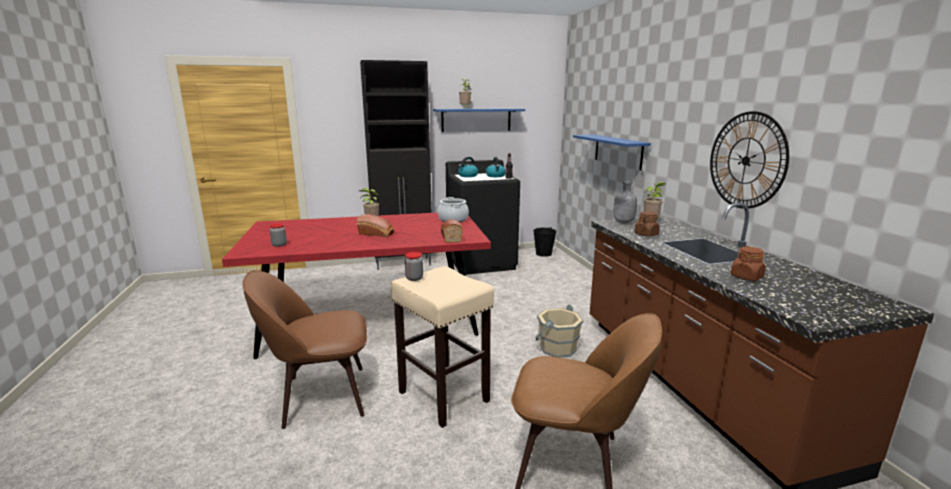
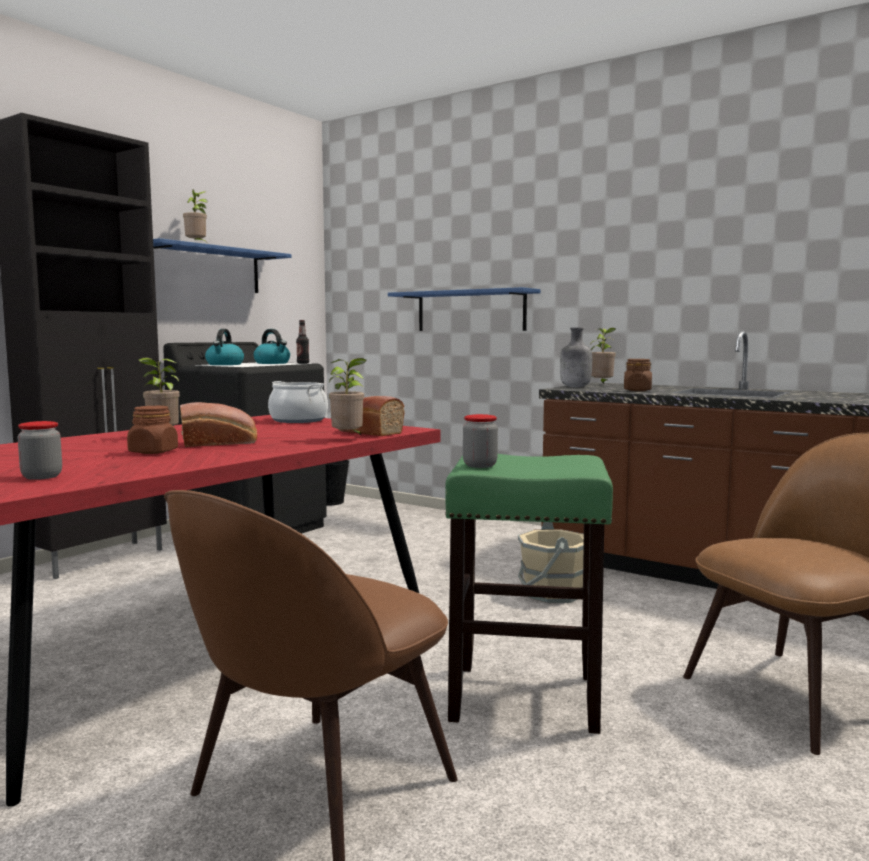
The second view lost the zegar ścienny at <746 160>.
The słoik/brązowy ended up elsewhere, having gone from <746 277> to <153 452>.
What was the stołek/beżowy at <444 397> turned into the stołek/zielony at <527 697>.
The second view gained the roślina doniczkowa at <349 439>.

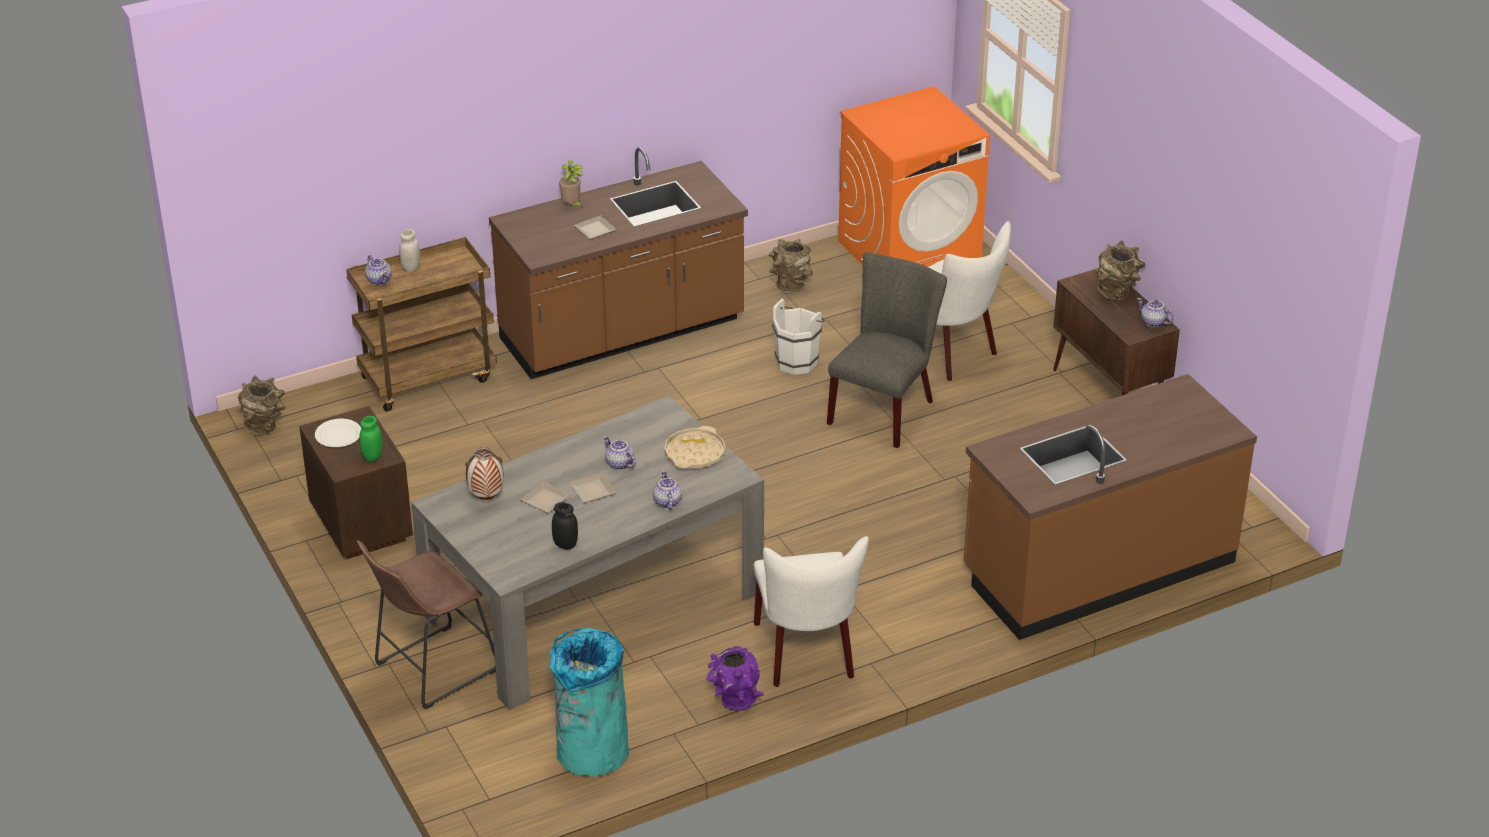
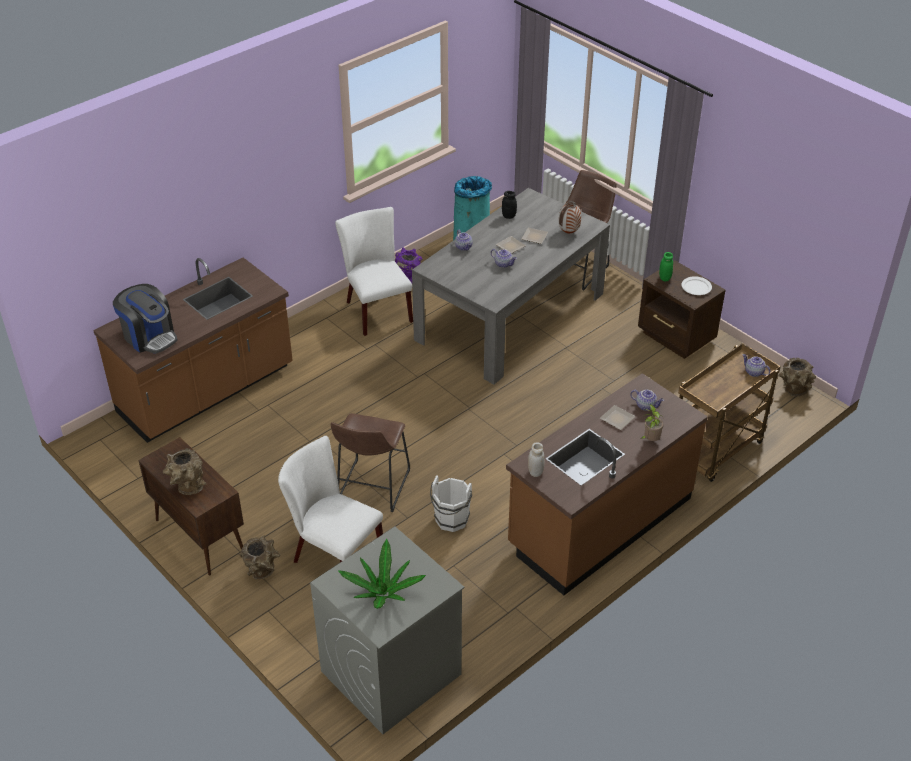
What was the pralka/pomarańczowy at <909 251> turned into the pralka/szary at <390 673>.
The słoik/biały ended up elsewhere, having gone from <411 268> to <535 472>.
The wazon/brązowy ended up elsewhere, having gone from <790 285> to <262 572>.
Where the krzesło/szary stood at <885 409>, the stołek/brązowy came to stand at <371 488>.
The imbryk ended up elsewhere, having gone from <1152 322> to <646 405>.
The second view lost the taca/beżowy at <694 453>.
The second view gained the ekspres do kawy at <149 336>.
The second view gained the roślina doniczkowa at <383 592>.

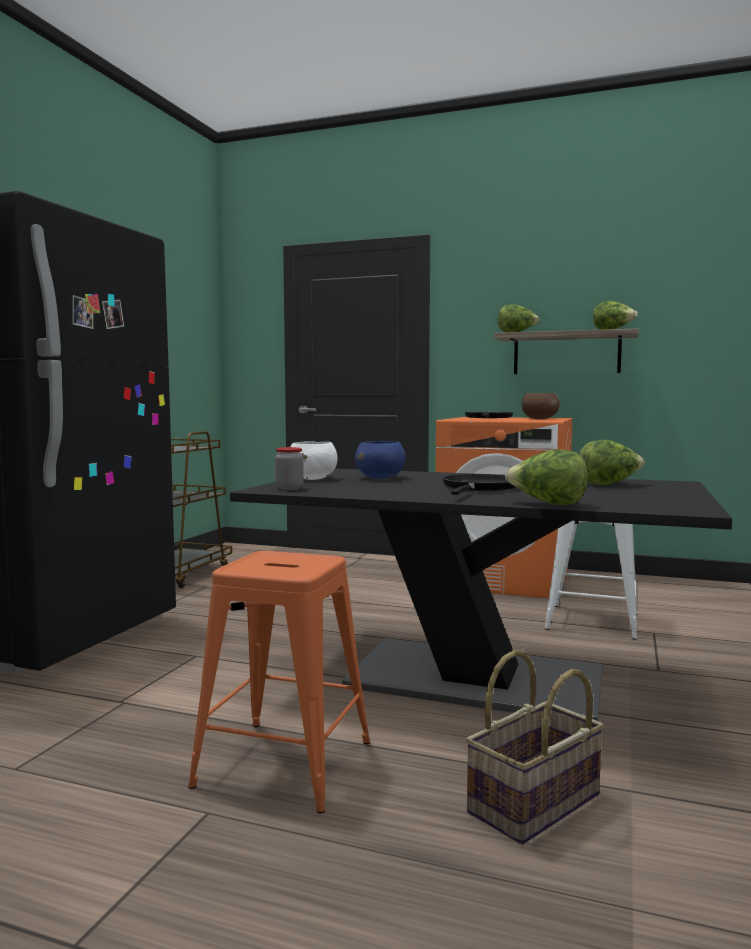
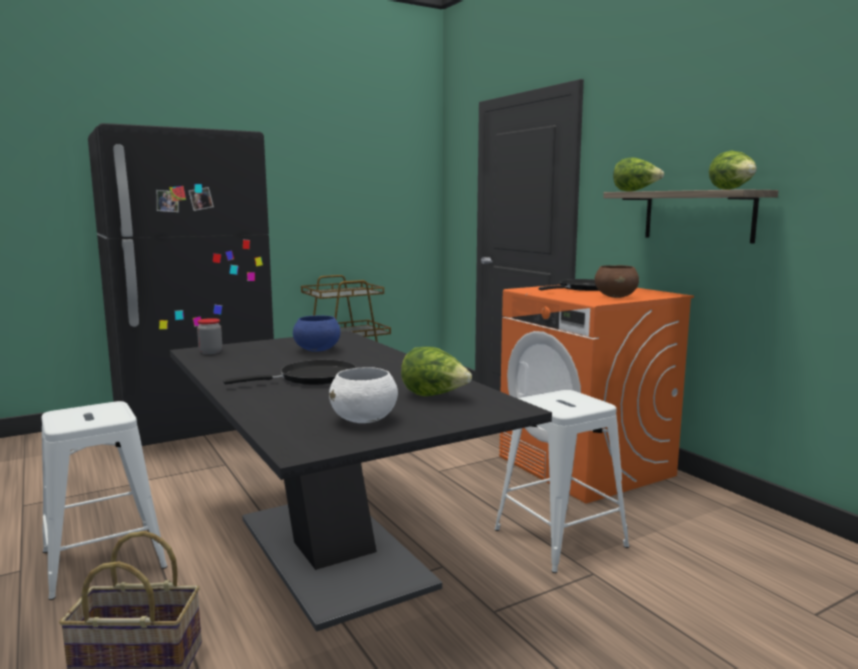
The miska/biały ended up elsewhere, having gone from <313 479> to <364 420>.
The second view lost the sałata at <548 504>.
What was the stołek/pomarańczowy at <285 763> turned into the stołek/biały at <104 559>.

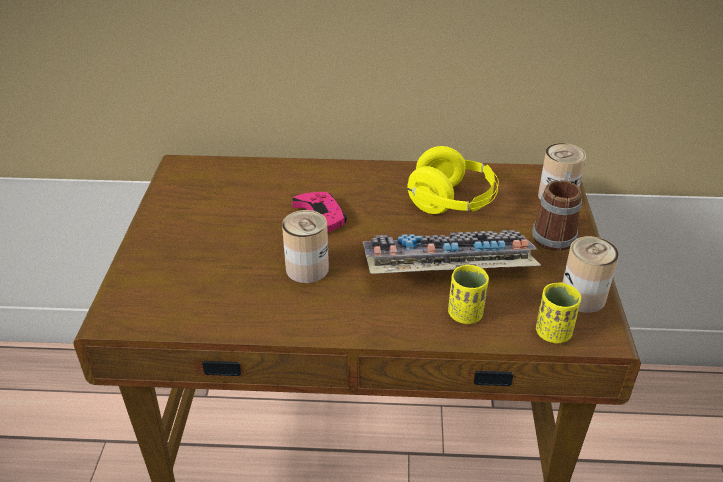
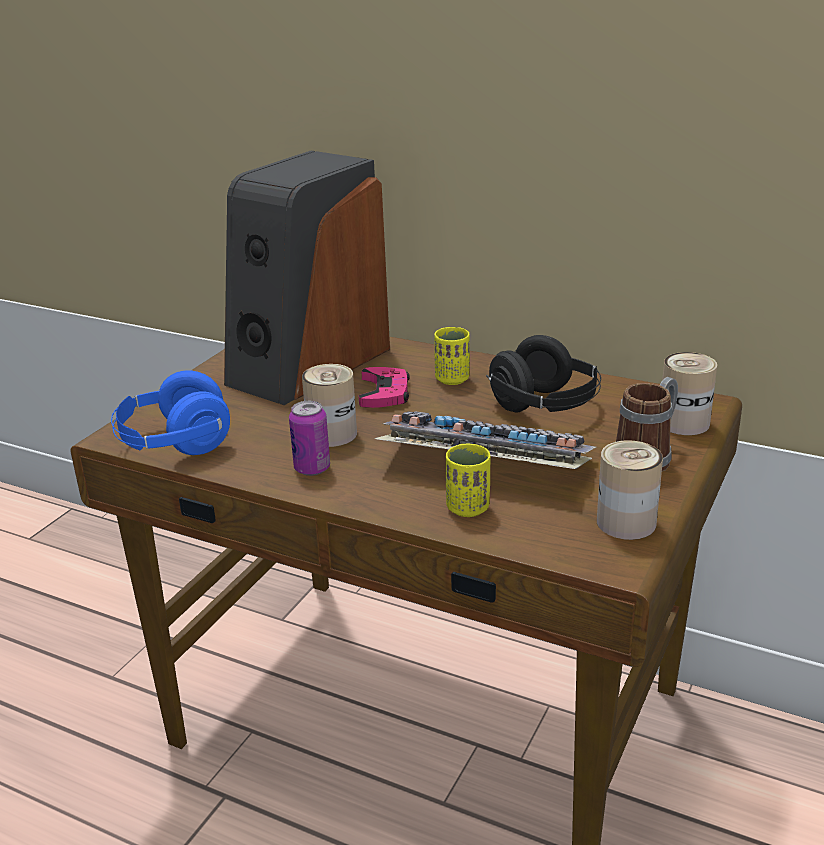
What was the słuchawki/żółty at <452 203> turned into the słuchawki/czarny at <545 407>.
The filiżanka/żółty ended up elsewhere, having gone from <553 333> to <452 379>.
The second view gained the głośnik at <308 365>.
The second view gained the słuchawki/niebieski at <174 444>.
The second view gained the puszka at <312 468>.

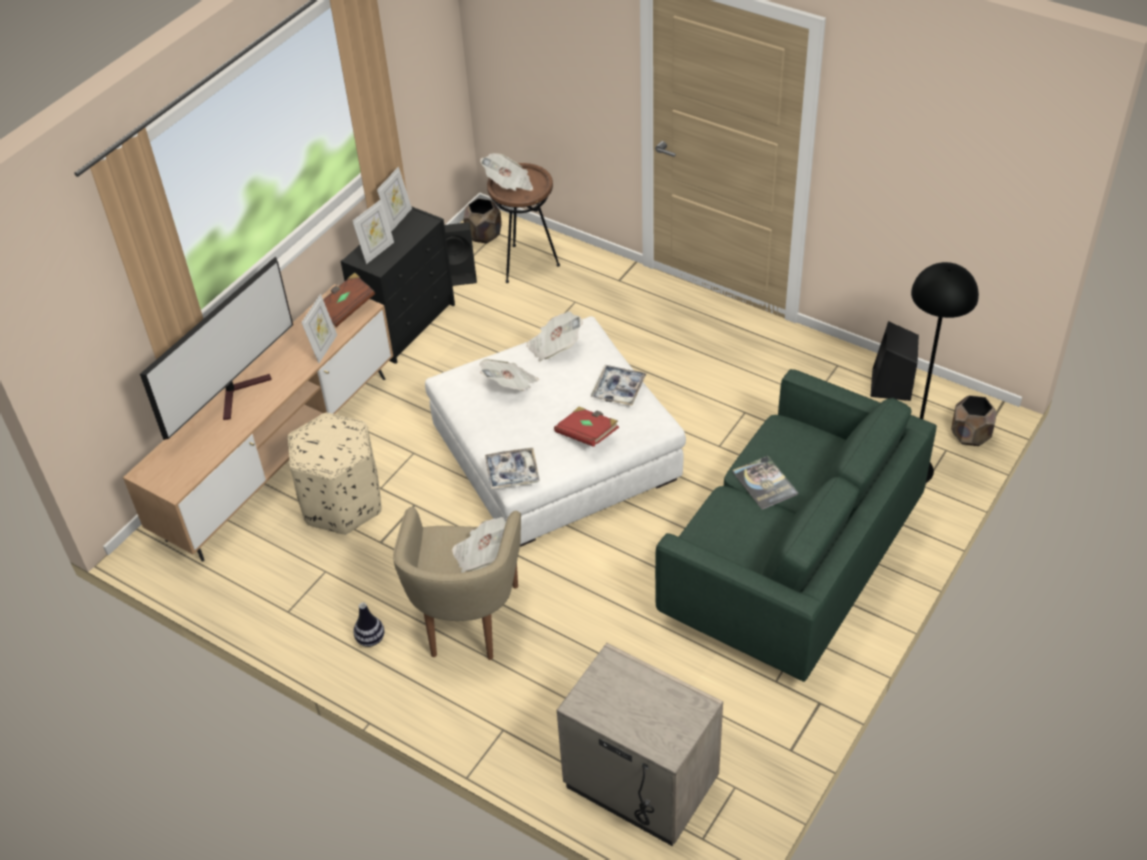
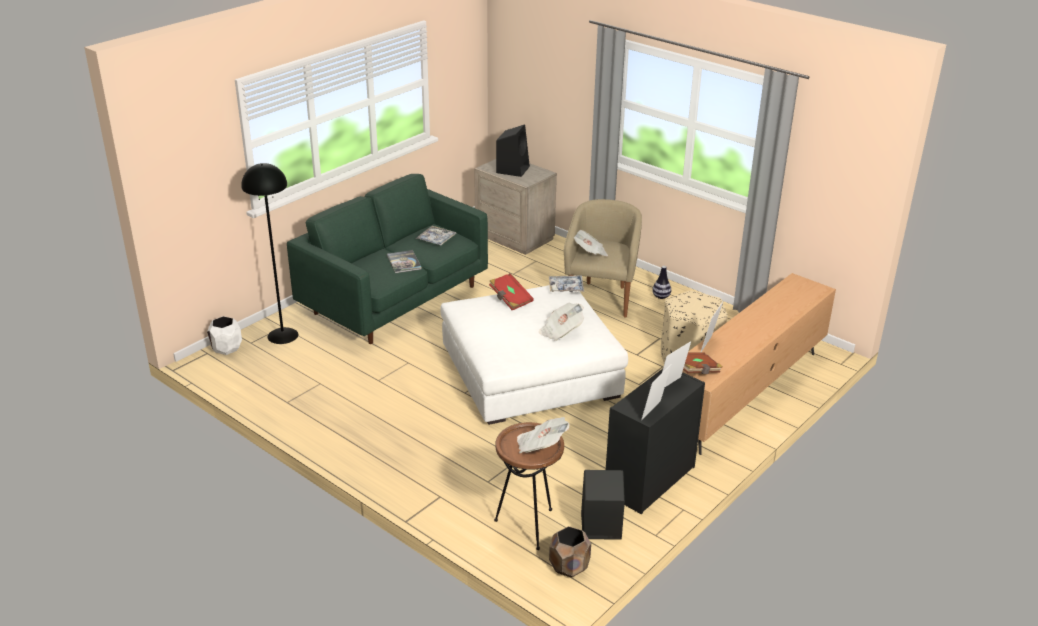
The second view lost the telewizor at <240 392>.
The second view lost the gazeta at <554 347>.
The głośnik/czarny ended up elsewhere, having gone from <891 385> to <513 169>.
The taca ended up elsewhere, having gone from <618 389> to <436 239>.
What was the donica/brązowy at <970 435> turned into the donica/biały at <226 348>.

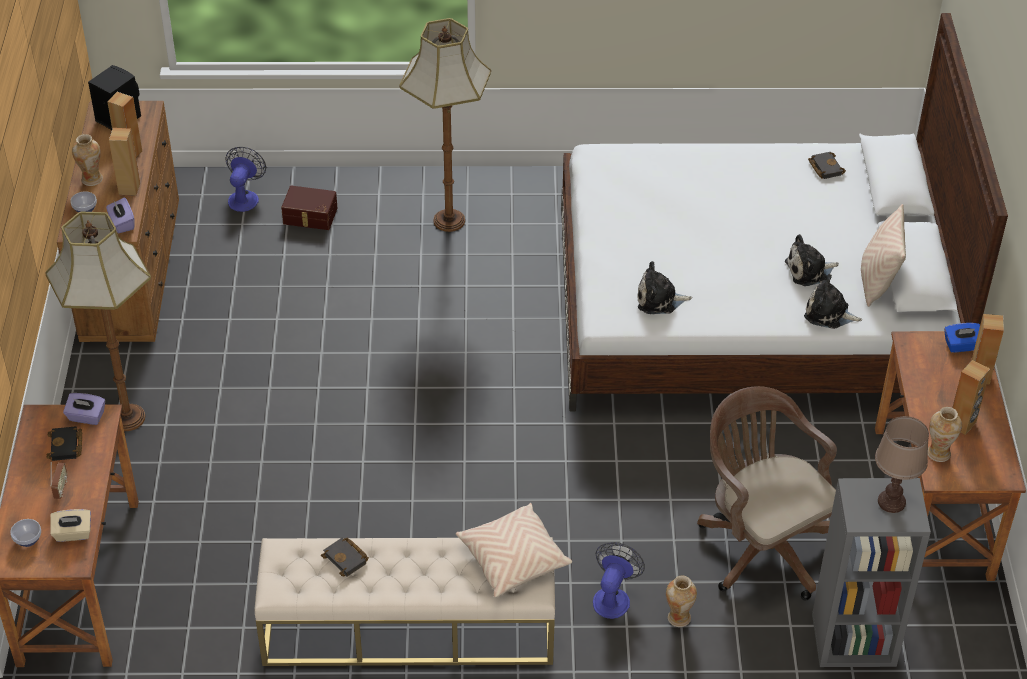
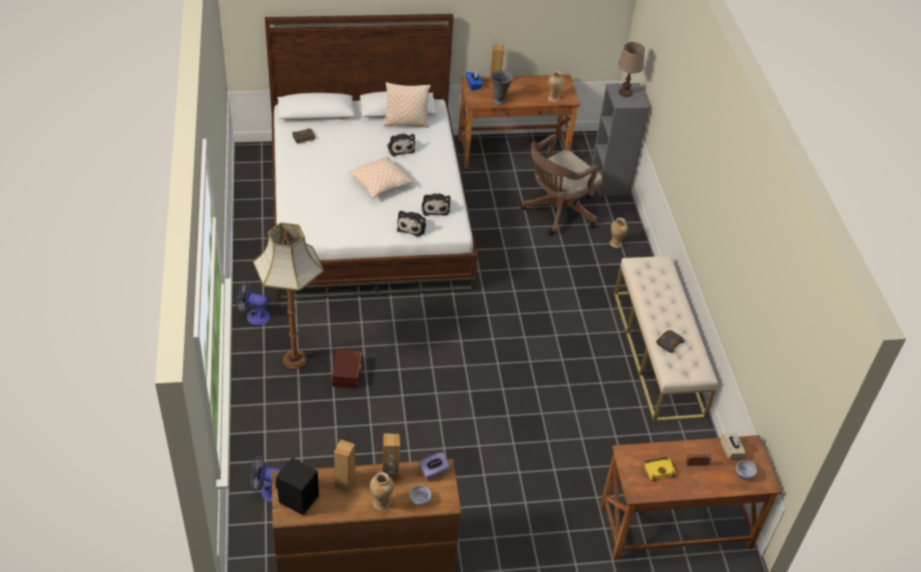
The pojemnik do przechowywania/brązowy ended up elsewhere, having gone from <310 216> to <348 373>.
The second view lost the lampa stojąca at <126 418>.
The pluszak ended up elsewhere, having gone from <829 313> to <412 226>.
The second view lost the głośnik/brązowy at <962 424>.
The second view lost the pudełko chusteczek/fioletowy at <86 417>.
What was the książka/czarny at <66 447> turned into the książka/żółty at <659 469>.
The poduszka/beżowy ended up elsewhere, having gone from <512 559> to <380 184>.
The wentylator ended up elsewhere, having gone from <613 597> to <254 316>.
The second view gained the wazon/szary at <499 101>.

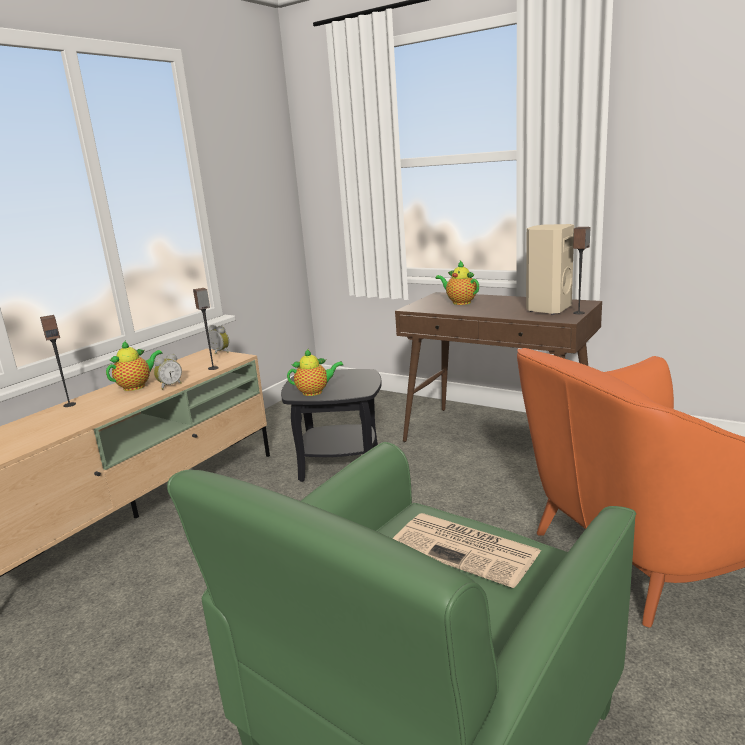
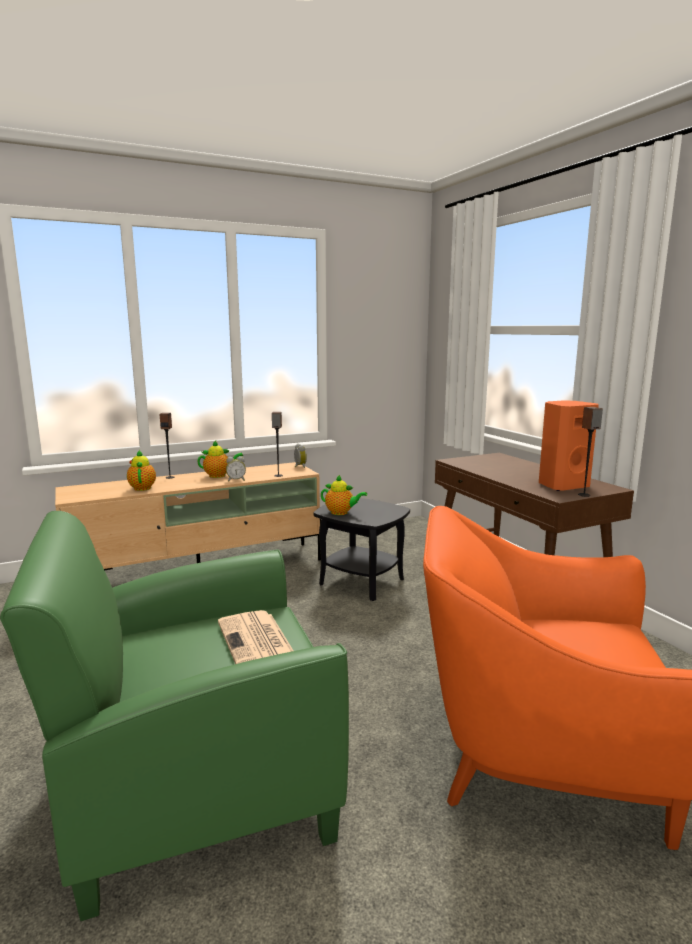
What was the głośnik/beżowy at <547 309> turned into the głośnik/pomarańczowy at <562 486>.
The imbryk ended up elsewhere, having gone from <459 302> to <142 488>.

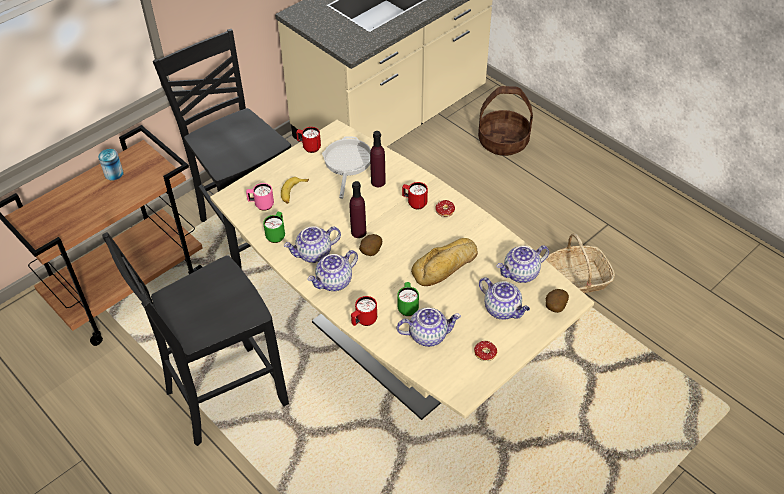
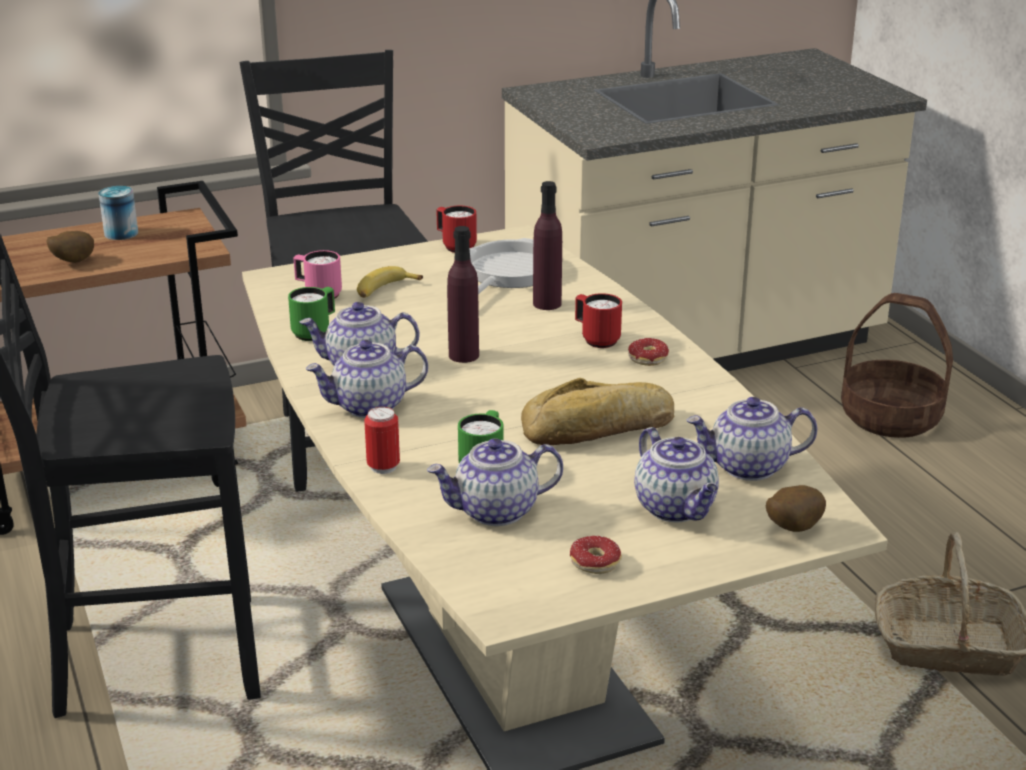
The ziemniak ended up elsewhere, having gone from <370 252> to <72 262>.
Where the kubek/czerwony stood at <364 321>, the puszka came to stand at <383 467>.
The imbryk at <428 335> ended up facing another way, 150 degrees clockwise from before.

